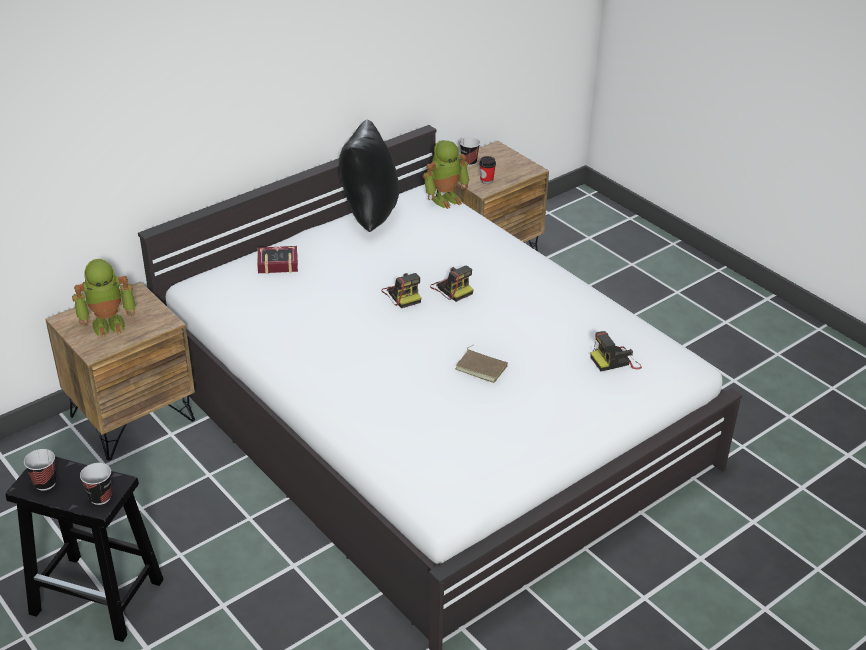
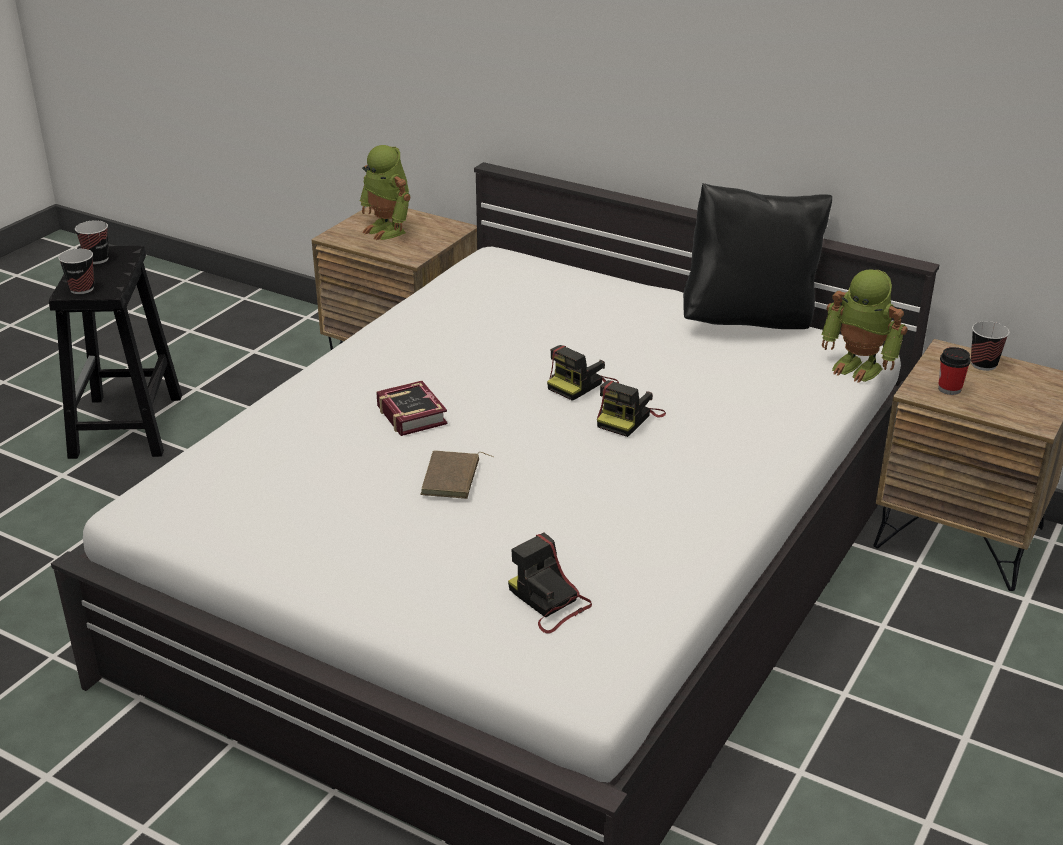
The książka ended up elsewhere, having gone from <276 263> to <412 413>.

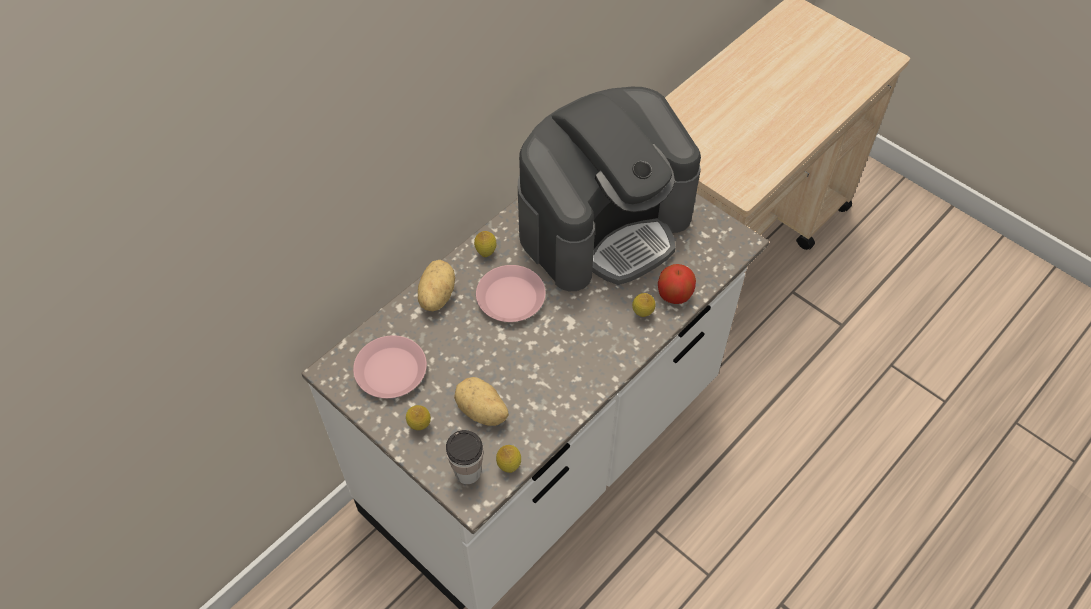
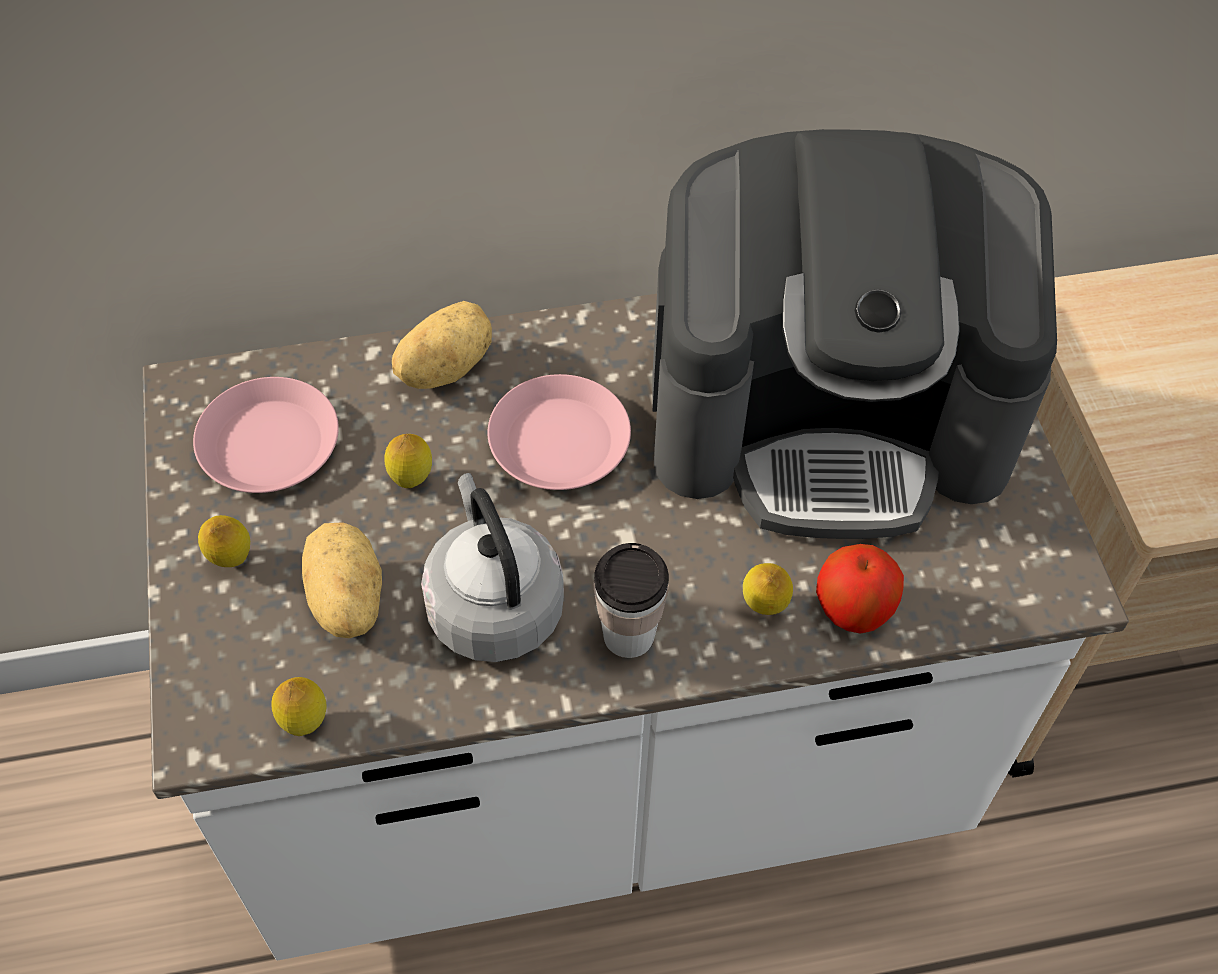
The cytryna ended up elsewhere, having gone from <486 253> to <411 479>.
The filiżanka ended up elsewhere, having gone from <467 472> to <628 635>.
The second view gained the czajnik/szary at <493 605>.

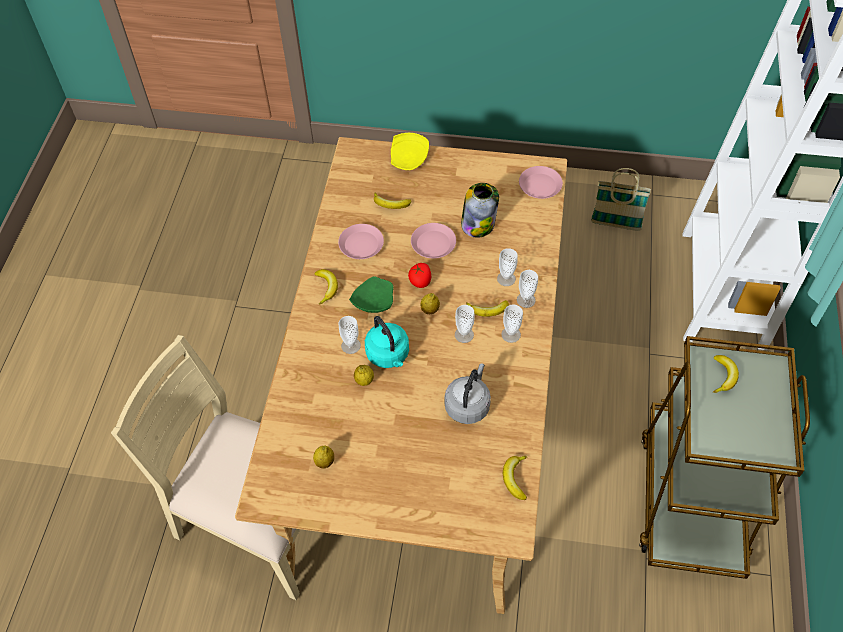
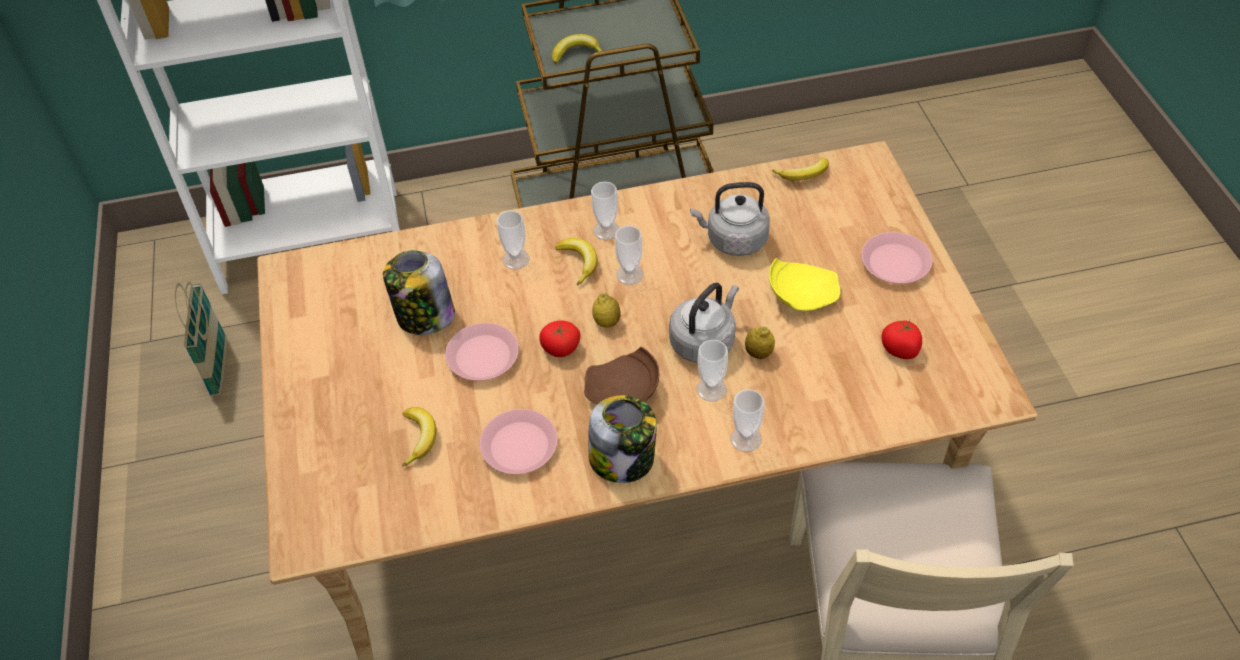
The talerz/żółty ended up elsewhere, having gone from <409 159> to <801 294>.
The talerz/różowy ended up elsewhere, having gone from <539 186> to <895 263>.
Where the banan stood at <326 287>, the słoik came to stand at <623 459>.
The filiżanka ended up elsewhere, having gone from <526 300> to <746 439>.
What was the talerz/zielony at <372 302> turned into the talerz/brązowy at <623 391>.
What was the czajnik/turkusowy at <389 355> turned into the czajnik/szary at <704 341>.
Where the cytryna stood at <325 462>, the pomidor came to stand at <900 350>.

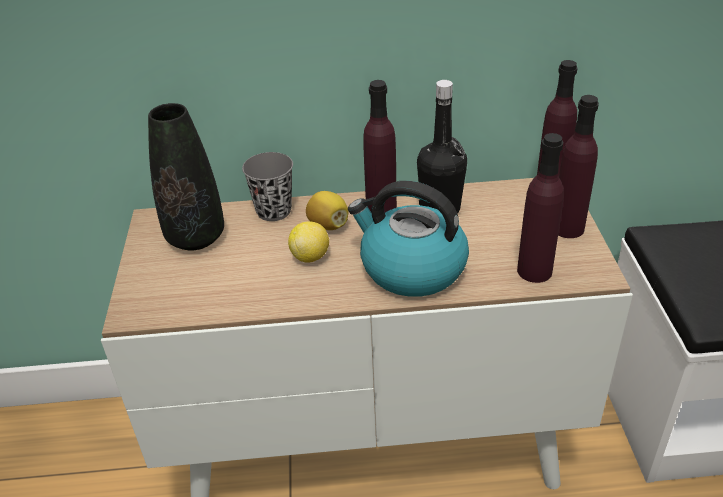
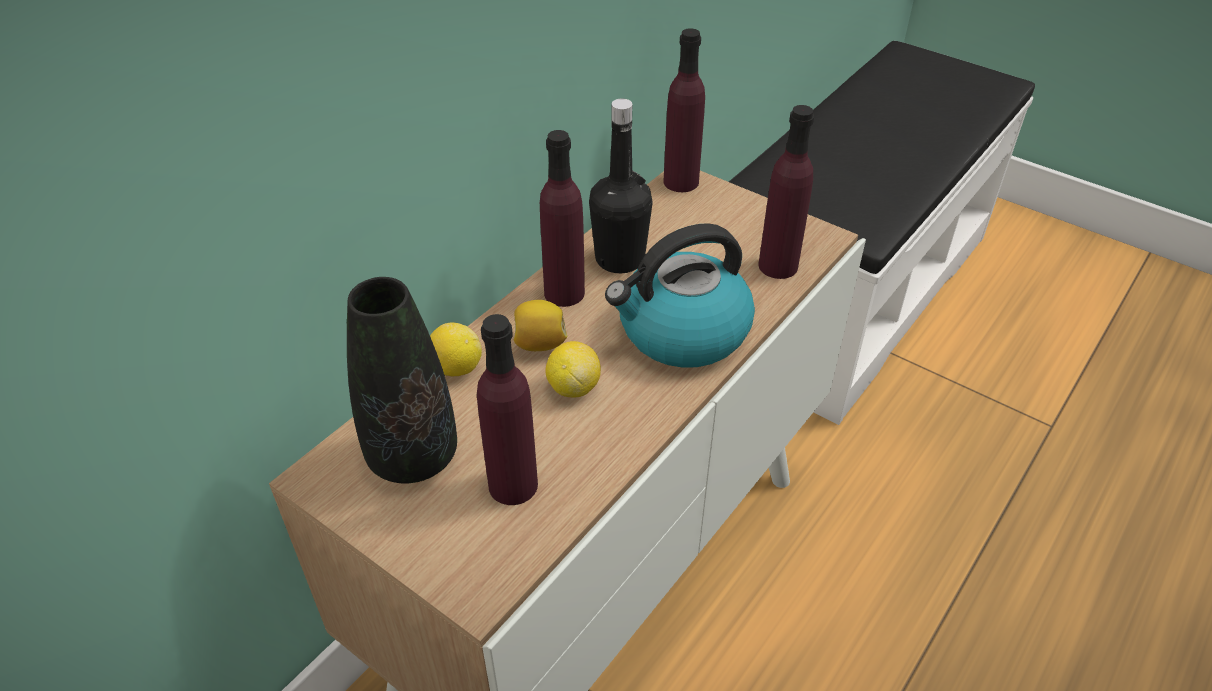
The butelka/fioletowy ended up elsewhere, having gone from <567 228> to <513 485>.
Where the filiżanka/szary stood at <274 211>, the cytryna came to stand at <456 368>.

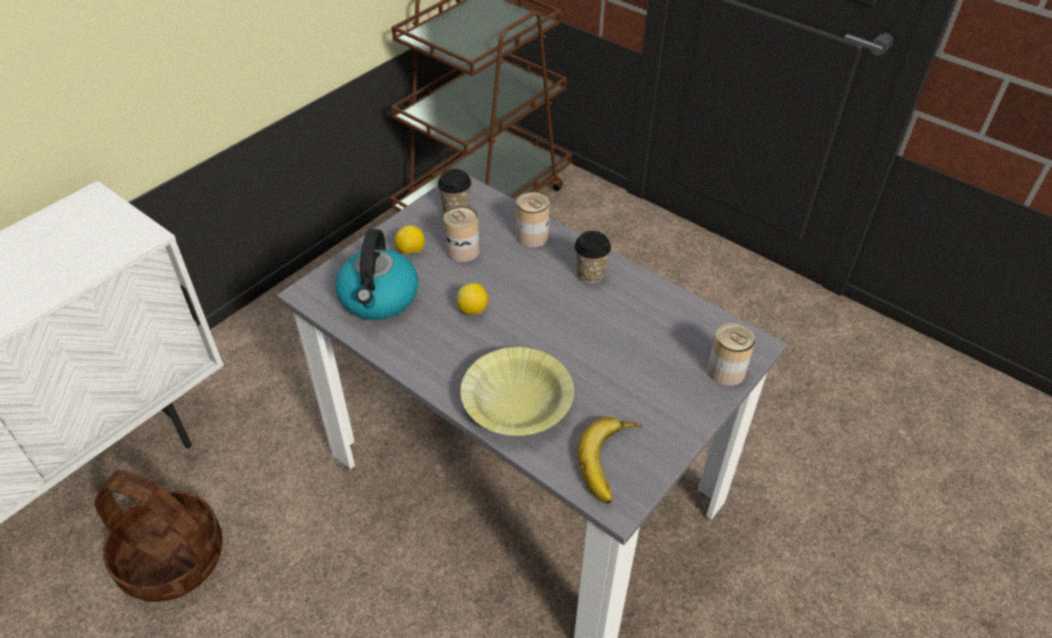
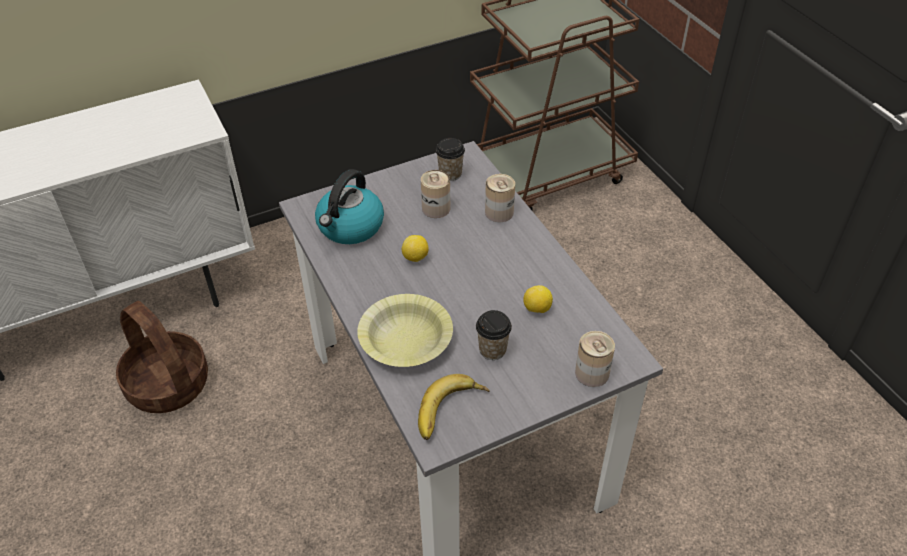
The cytryna ended up elsewhere, having gone from <411 251> to <537 309>.
The filiżanka ended up elsewhere, having gone from <590 274> to <492 350>.

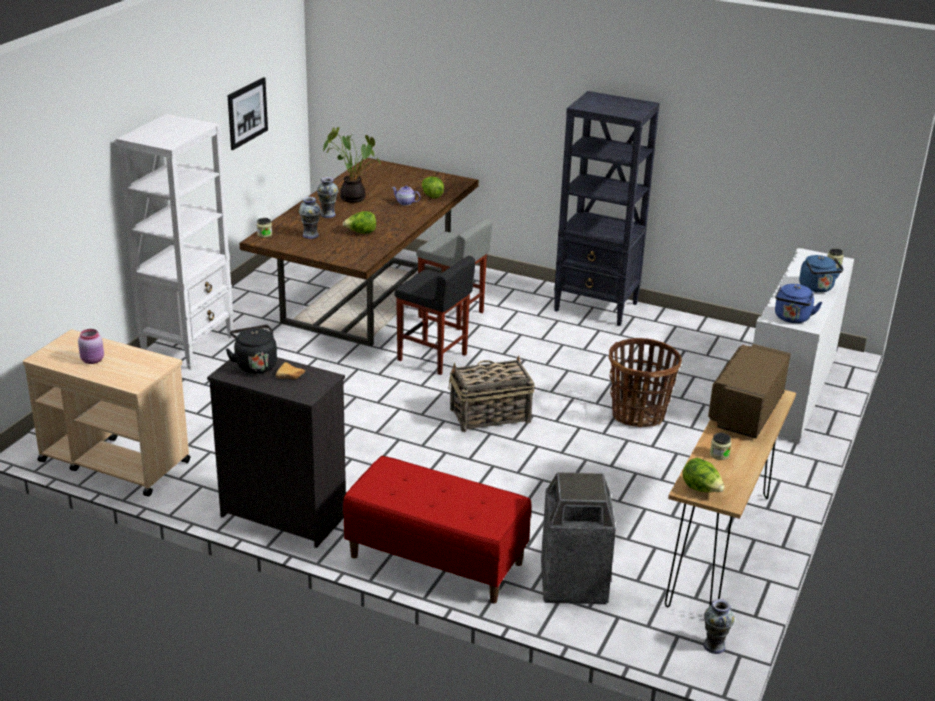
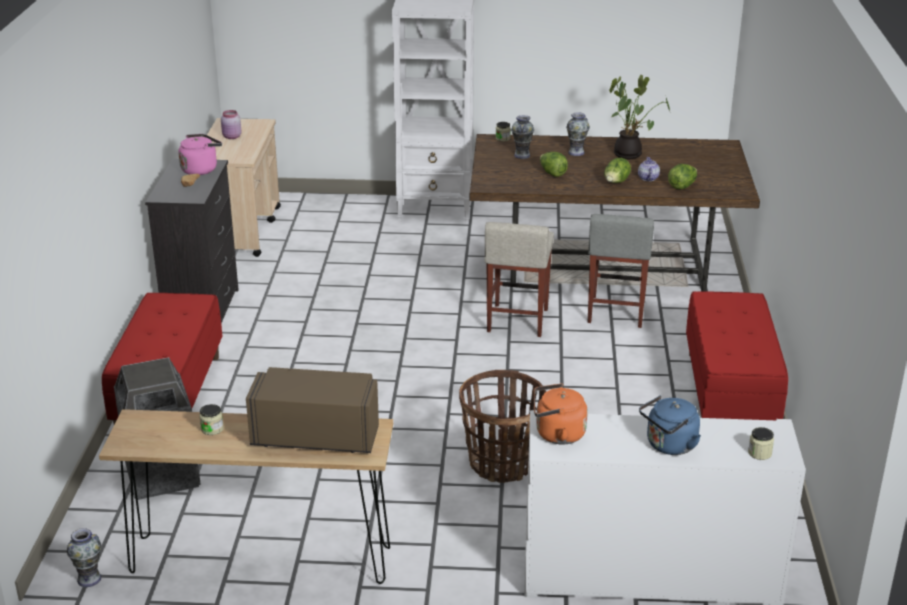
The second view lost the obraz at <247 113>.
Where the regał/czarny stood at <596 307>, the ławka/czerwony came to stand at <729 394>.
What was the stołek/czarny at <433 357> turned into the stołek/beżowy at <517 321>.
What was the czajnik/niebieski at <792 318> turned into the czajnik/pomarańczowy at <557 434>.
What was the czajnik/czarny at <254 365> turned into the czajnik/różowy at <201 169>.
The second view lost the koszyk at <489 415>.
The sałata ended up elsewhere, having gone from <701 489> to <616 183>.

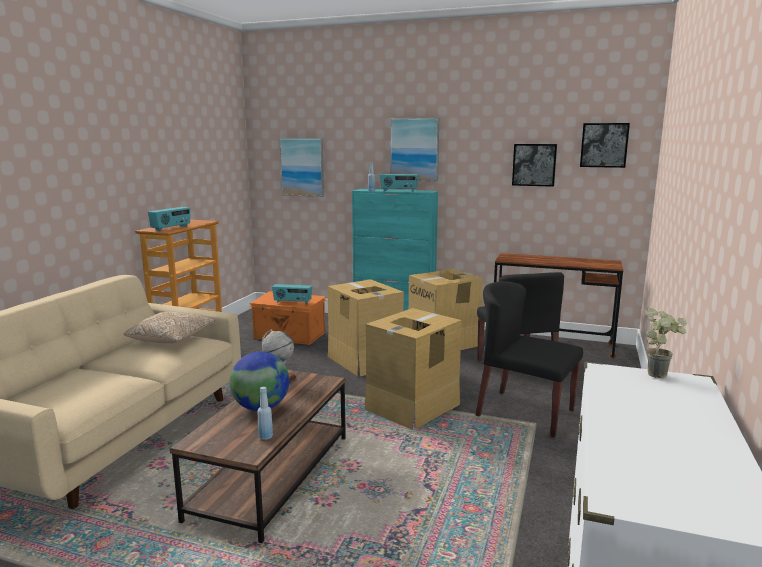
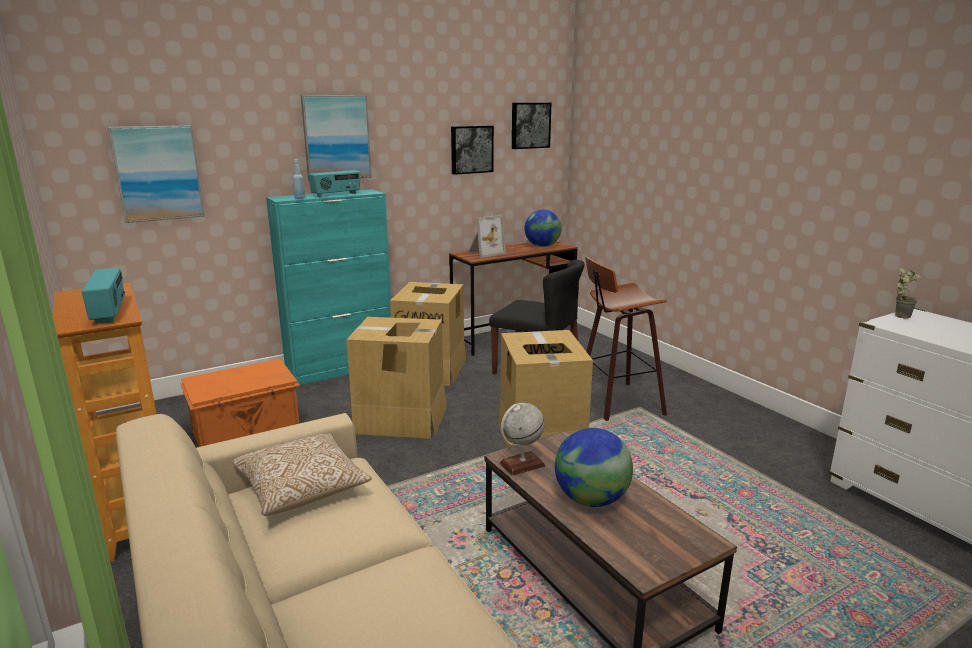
Where the krzesło/czarny stood at <524 413>, the stołek came to stand at <616 403>.
The second view lost the radio at <292 302>.
The second view lost the butelka/niebieski at <265 437>.
The second view gained the globus at <542 246>.
The second view gained the ramka na zdjęcie at <484 253>.

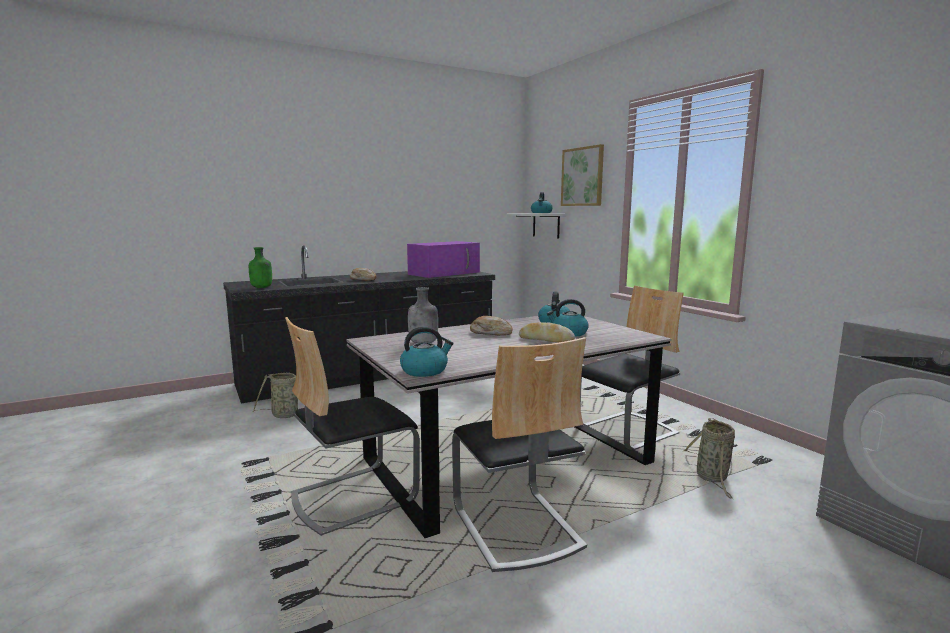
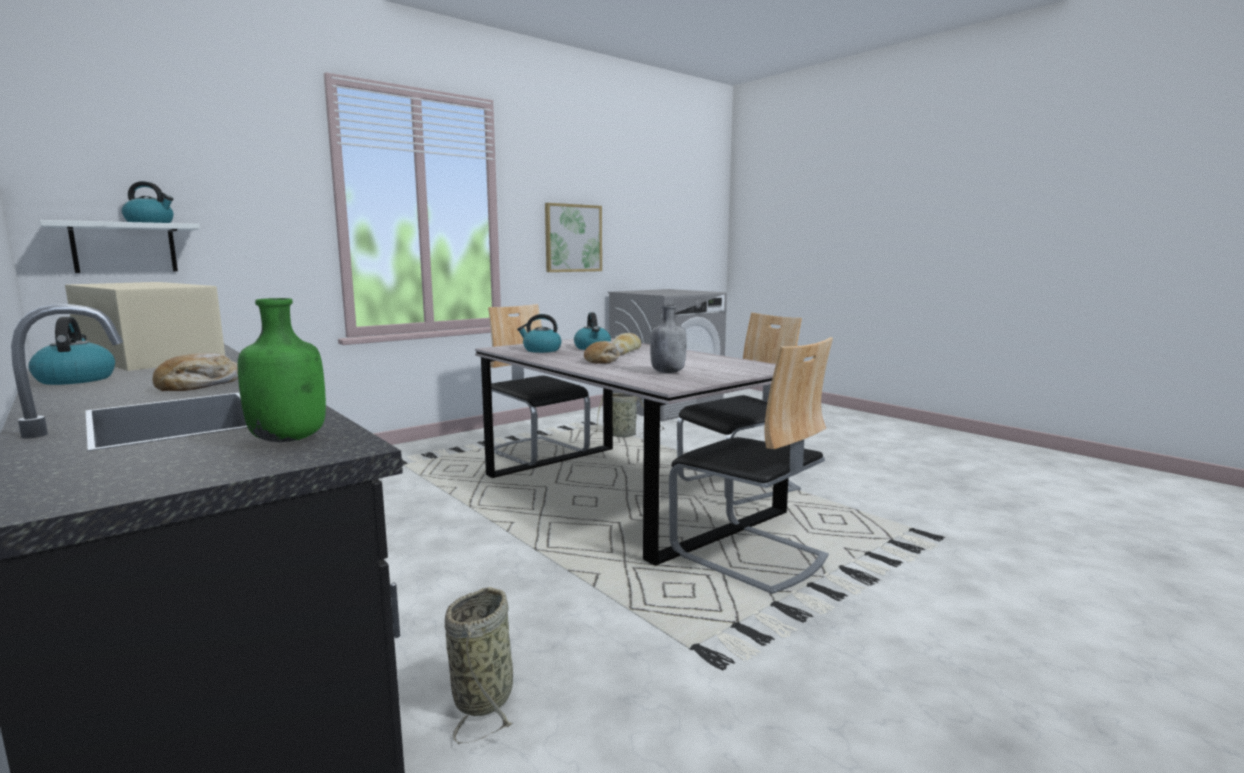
The obraz ended up elsewhere, having gone from <582 177> to <573 238>.
What was the mikrofalówka/fioletowy at <445 273> turned into the mikrofalówka/beżowy at <147 356>.
The czajnik ended up elsewhere, having gone from <425 370> to <75 379>.

